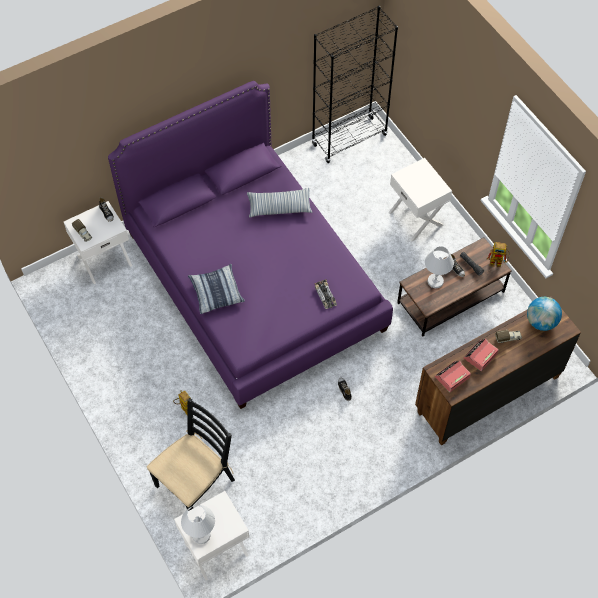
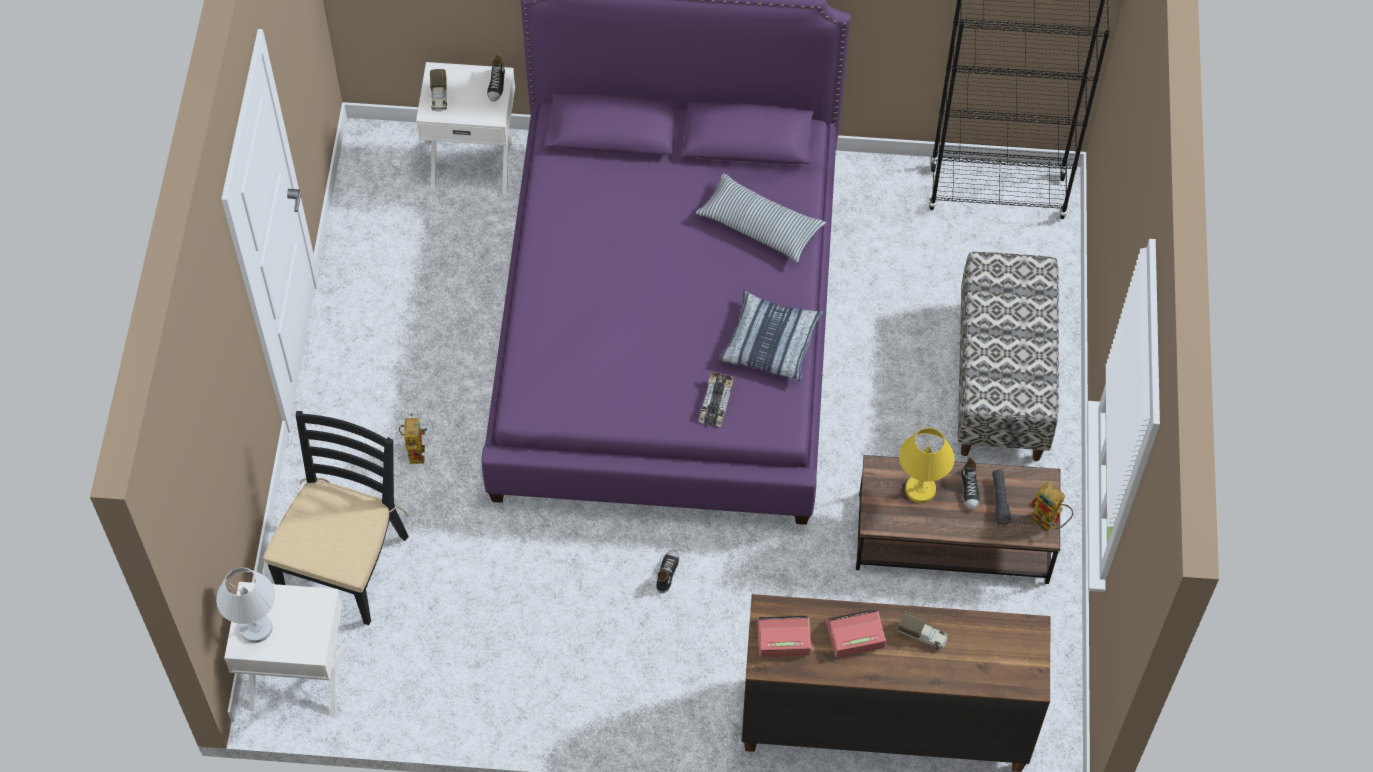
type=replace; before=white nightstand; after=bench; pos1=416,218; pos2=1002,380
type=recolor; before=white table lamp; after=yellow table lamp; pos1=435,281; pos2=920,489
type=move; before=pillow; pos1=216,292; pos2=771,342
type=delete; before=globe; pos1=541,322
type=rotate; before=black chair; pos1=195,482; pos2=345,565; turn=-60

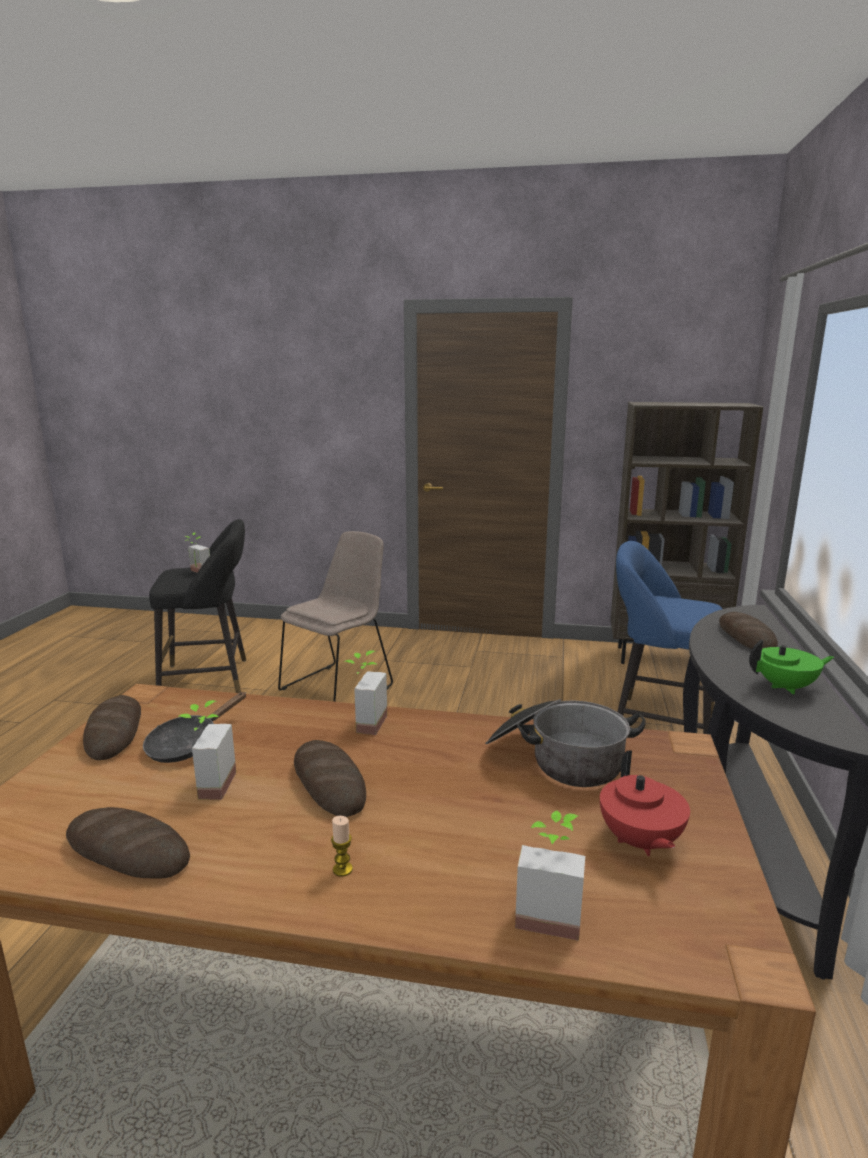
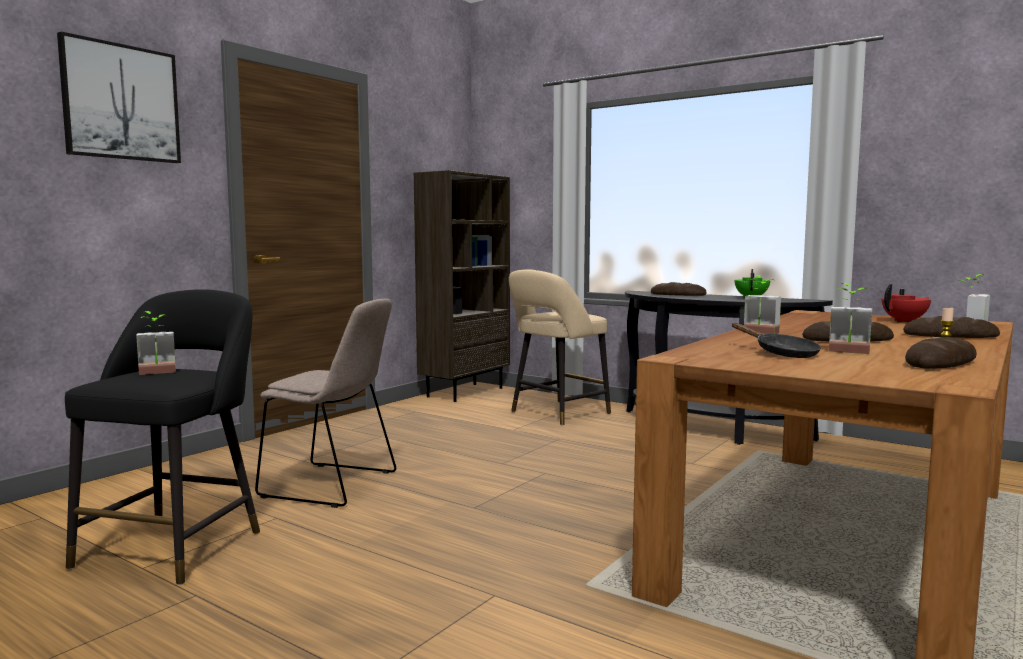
type=rotate; before=beige chair; pos1=339,687; pos2=333,485; turn=135
type=recolor; before=blue stool; after=beige stool; pos1=656,724; pos2=556,413
type=move; before=bread; pos1=114,732; pos2=950,336
type=delete; before=cooking pot; pos1=557,760
type=rotate; before=red teapot; pos1=639,842; pos2=905,321; turn=-45
type=insert; after=picture; pos2=121,102

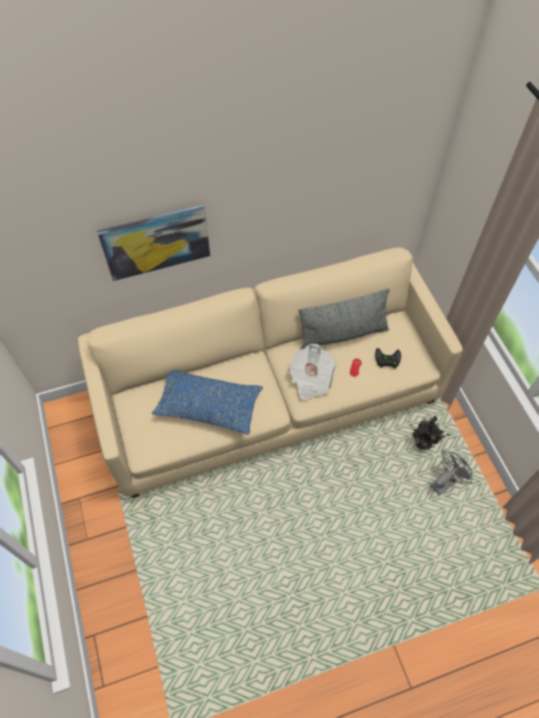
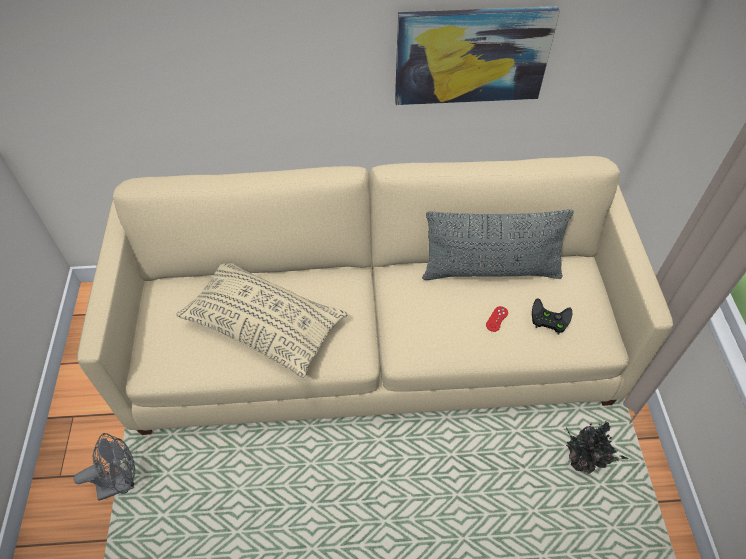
type=move; before=picture; pos1=156,242; pos2=471,55
type=delete; before=newspaper; pos1=311,379
type=recolor; before=blue pillow; after=beige pillow; pos1=208,406; pos2=264,325
type=move; before=grey fan; pos1=445,481; pos2=122,482

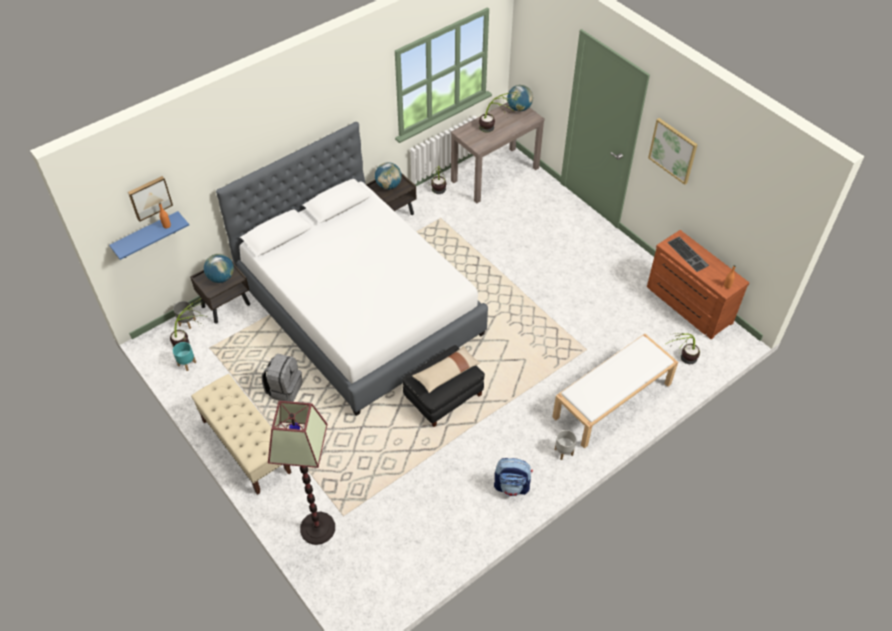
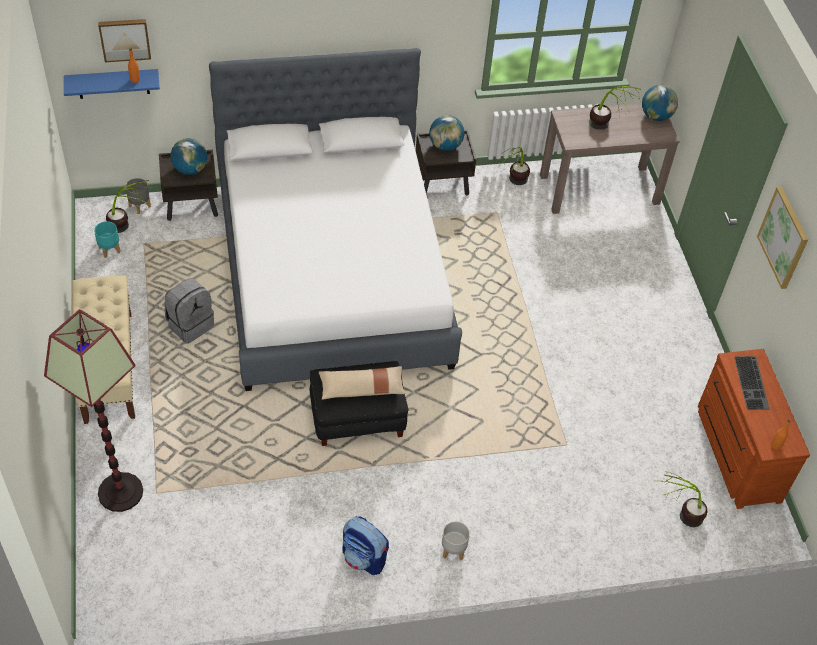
type=delete; before=white bench; pos1=612,401

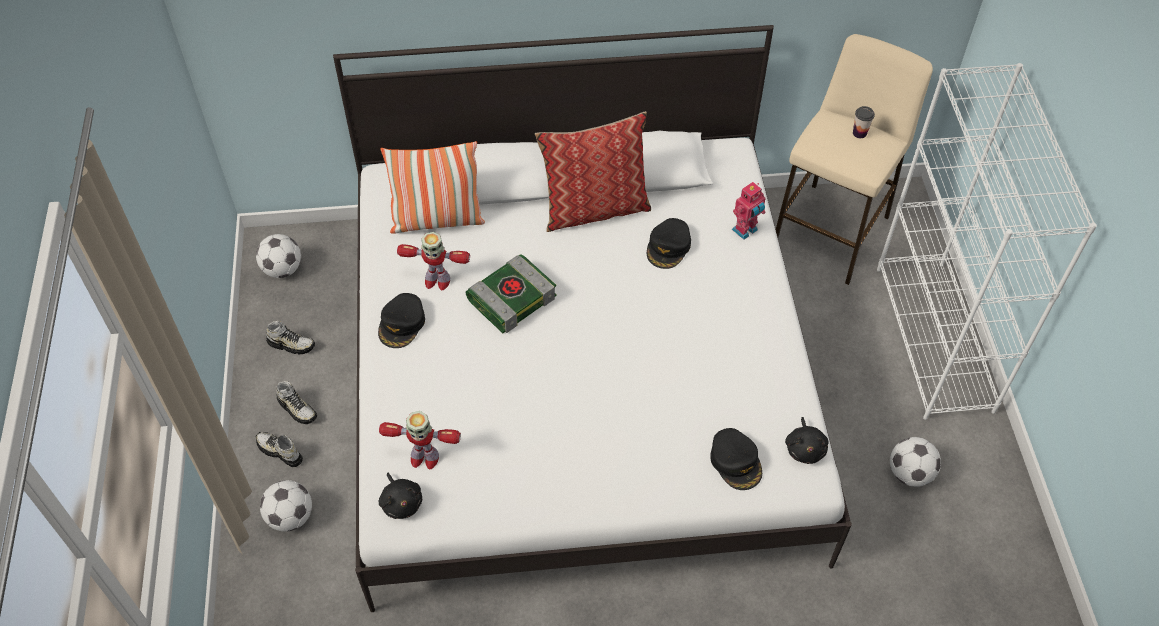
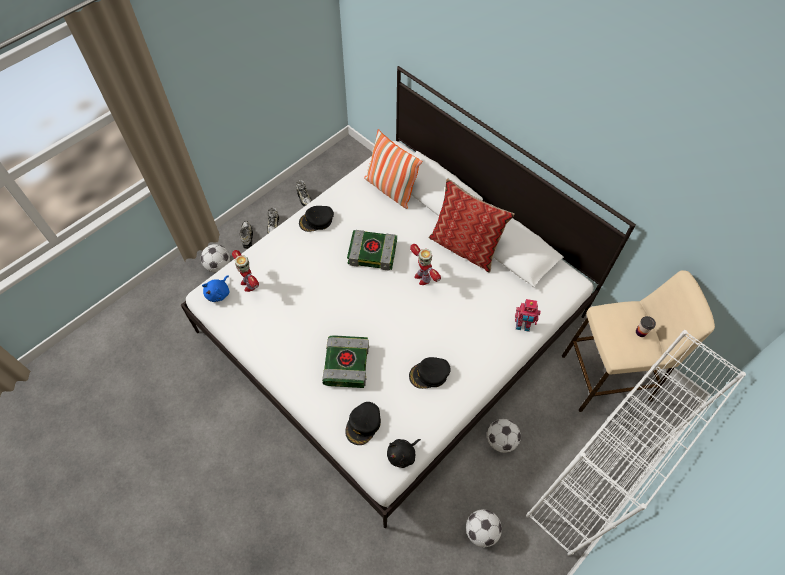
type=move; before=black cap; pos1=668,247; pos2=429,374
type=move; before=toy robot; pos1=436,281; pos2=422,277
type=move; before=football; pos1=282,269; pos2=501,440
type=recolor; before=black plush toy; after=blue plush toy; pos1=401,502; pos2=219,293
type=insert; after=book; pos2=346,363

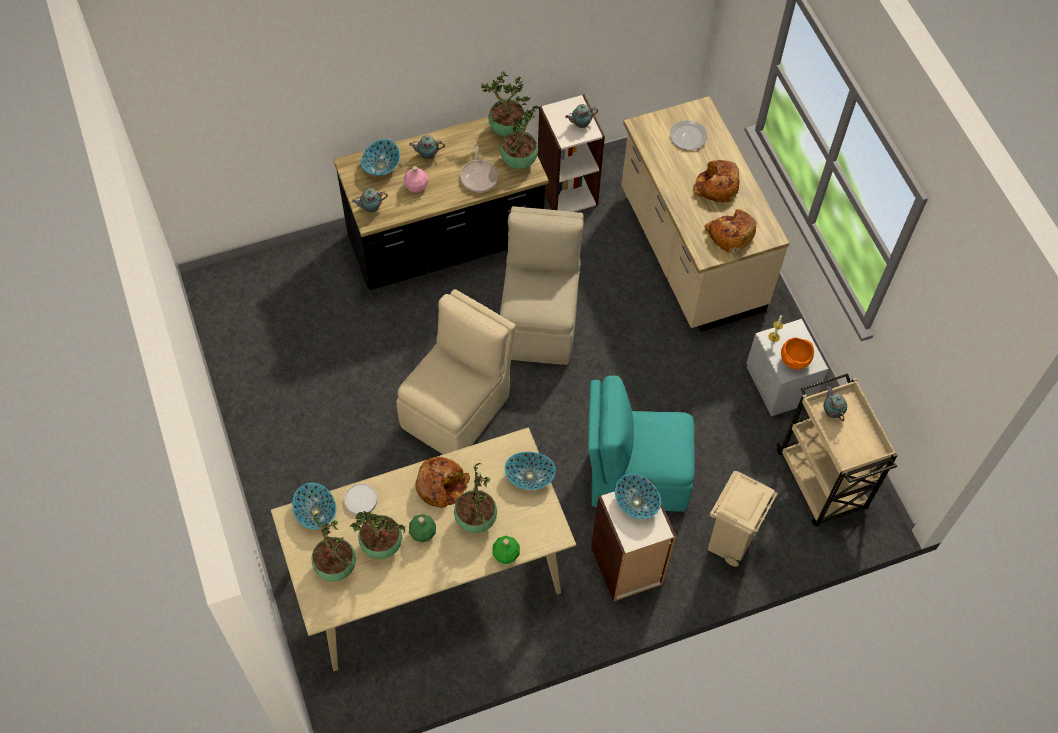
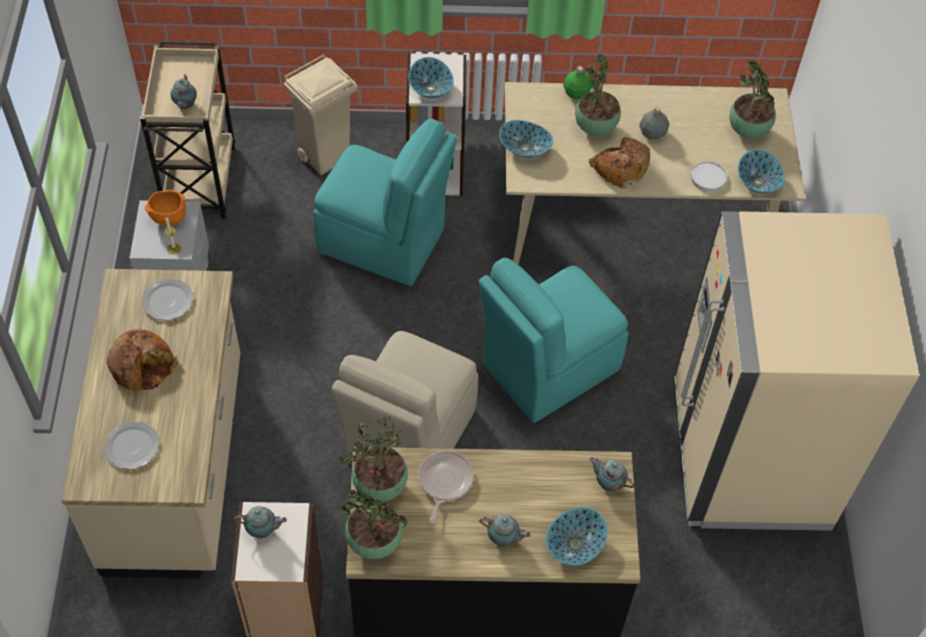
type=delete; before=pink bottle; pos1=416,186
type=rotate; before=teapot; pos1=370,208; pos2=608,483; turn=-150
type=replace; before=bread; after=plate; pos1=730,234; pos2=167,300
type=recolor; before=beige chair; after=turquoise chair; pos1=457,409; pos2=547,368
type=delete; before=potted plant; pos1=383,545
type=recolor; before=green bottle; after=grey bottle; pos1=422,532; pos2=653,133
type=insert; after=beige fridge; pos2=748,455

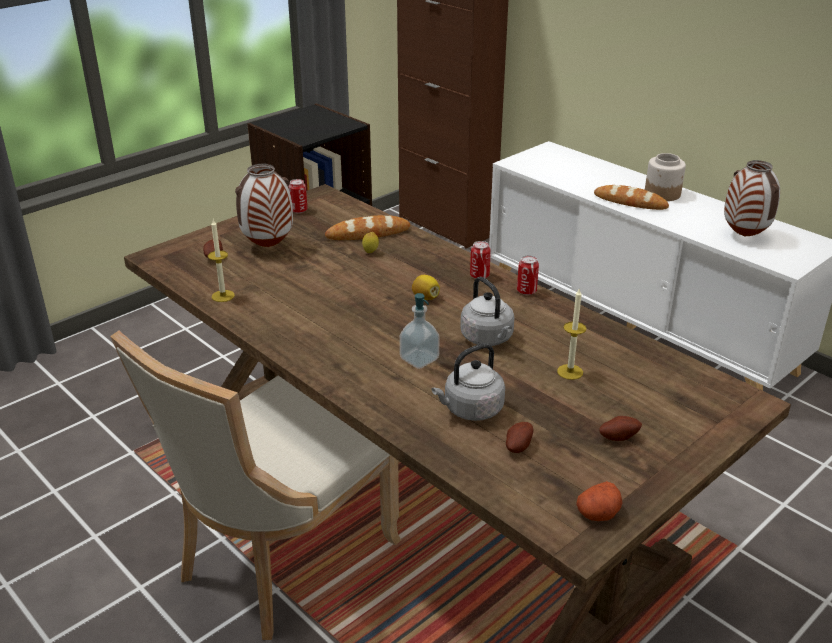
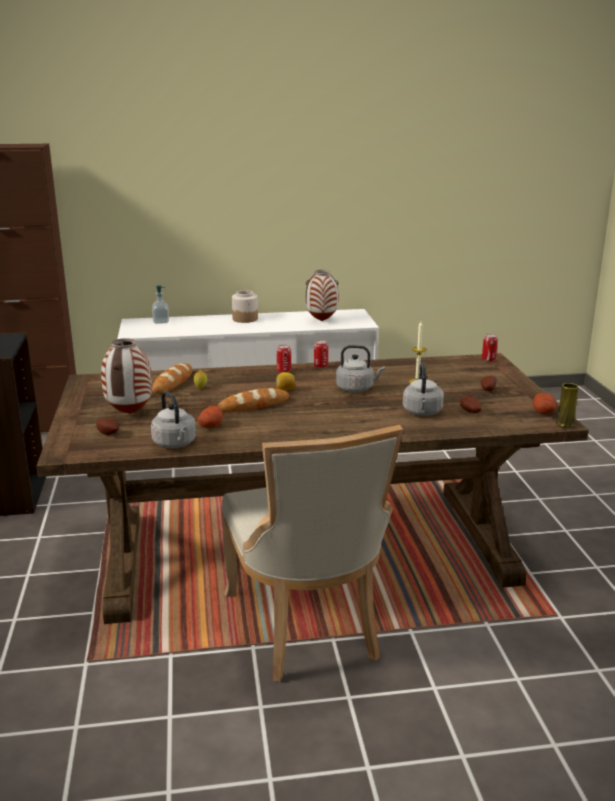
type=move; before=can; pos1=298,210; pos2=488,359
type=move; before=bread; pos1=630,202; pos2=253,405
type=replace; before=candle; after=grey kettle; pos1=223,296; pos2=175,444
type=move; before=soap dispenser; pos1=419,359; pos2=161,322
type=insert; after=yellow vase; pos2=565,424
type=insert; after=potato; pos2=211,426

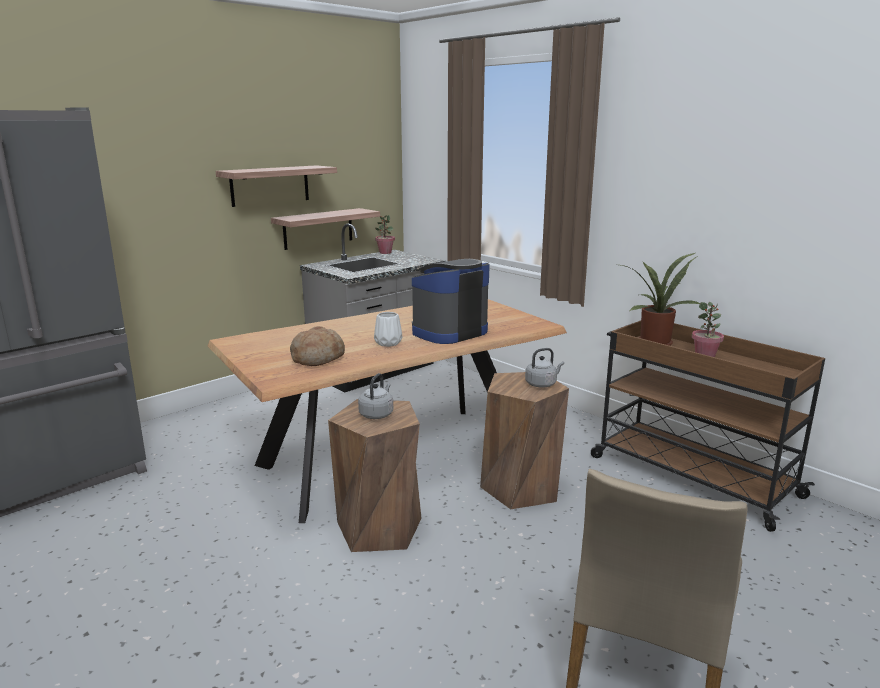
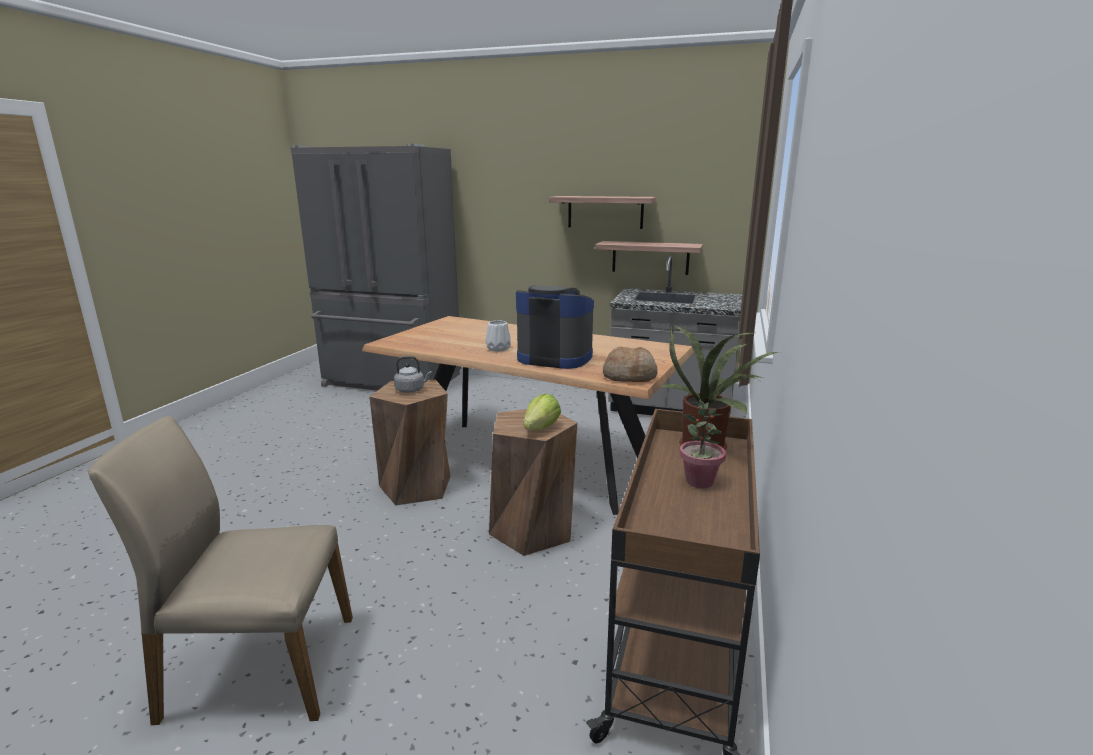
type=delete; before=potted plant; pos1=385,252
type=move; before=bread; pos1=317,358; pos2=630,376
type=replace; before=grey kettle; after=lettuce; pos1=542,384; pos2=541,428

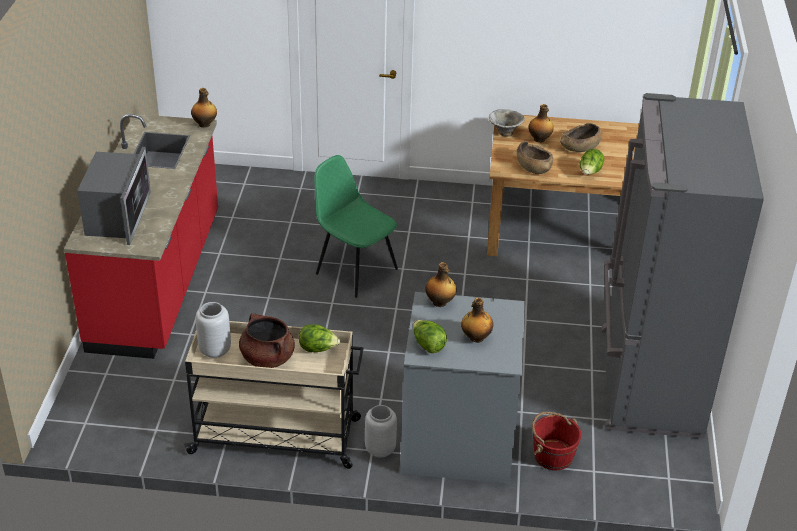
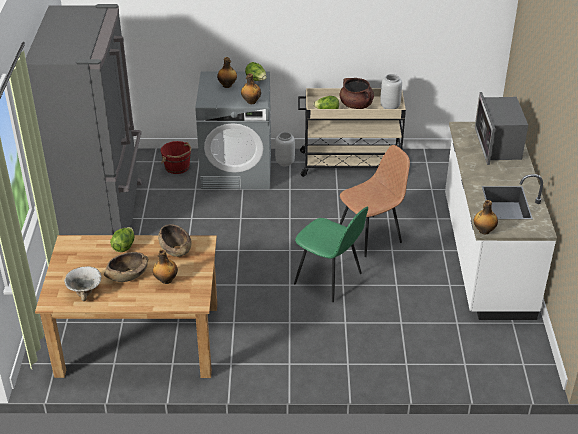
type=move; before=bowl; pos1=504,133; pos2=85,292
type=recolor; before=red counter; after=white counter; pos1=158,281; pos2=485,256
type=insert; after=brown chair; pos2=371,235

